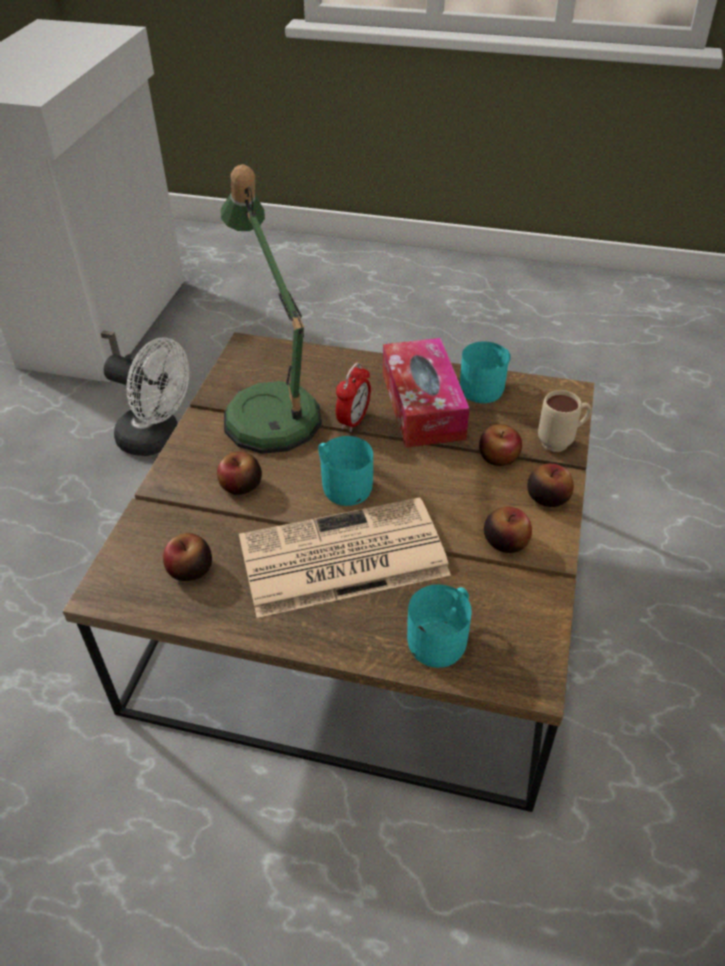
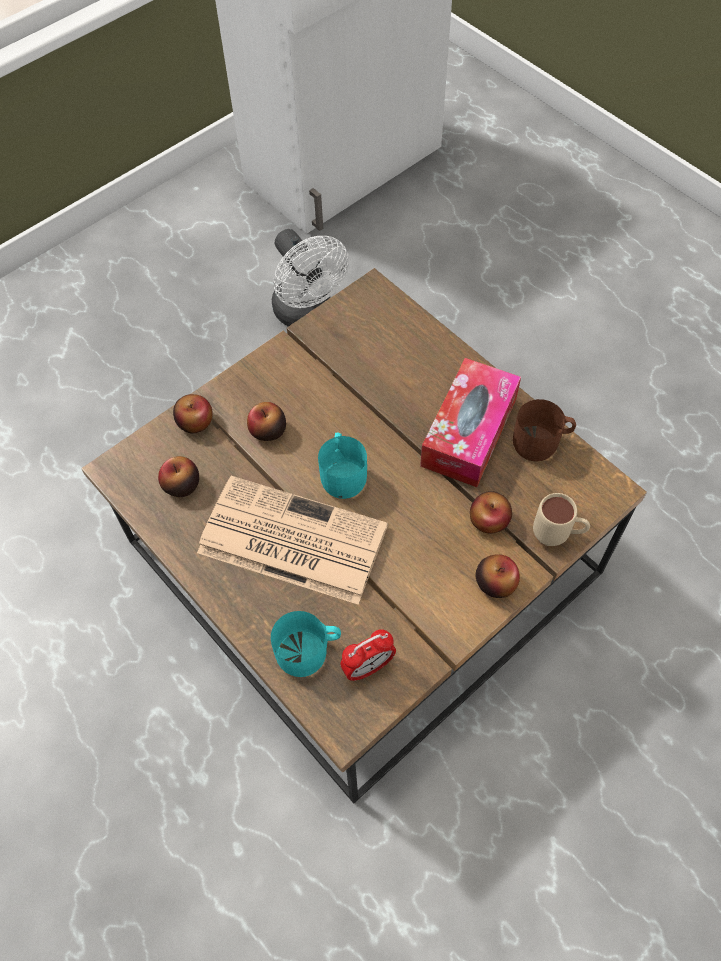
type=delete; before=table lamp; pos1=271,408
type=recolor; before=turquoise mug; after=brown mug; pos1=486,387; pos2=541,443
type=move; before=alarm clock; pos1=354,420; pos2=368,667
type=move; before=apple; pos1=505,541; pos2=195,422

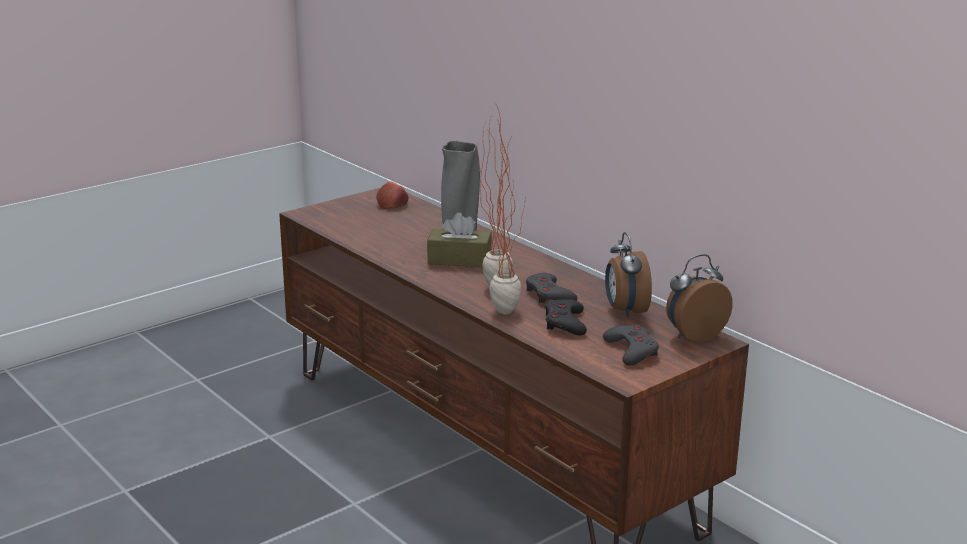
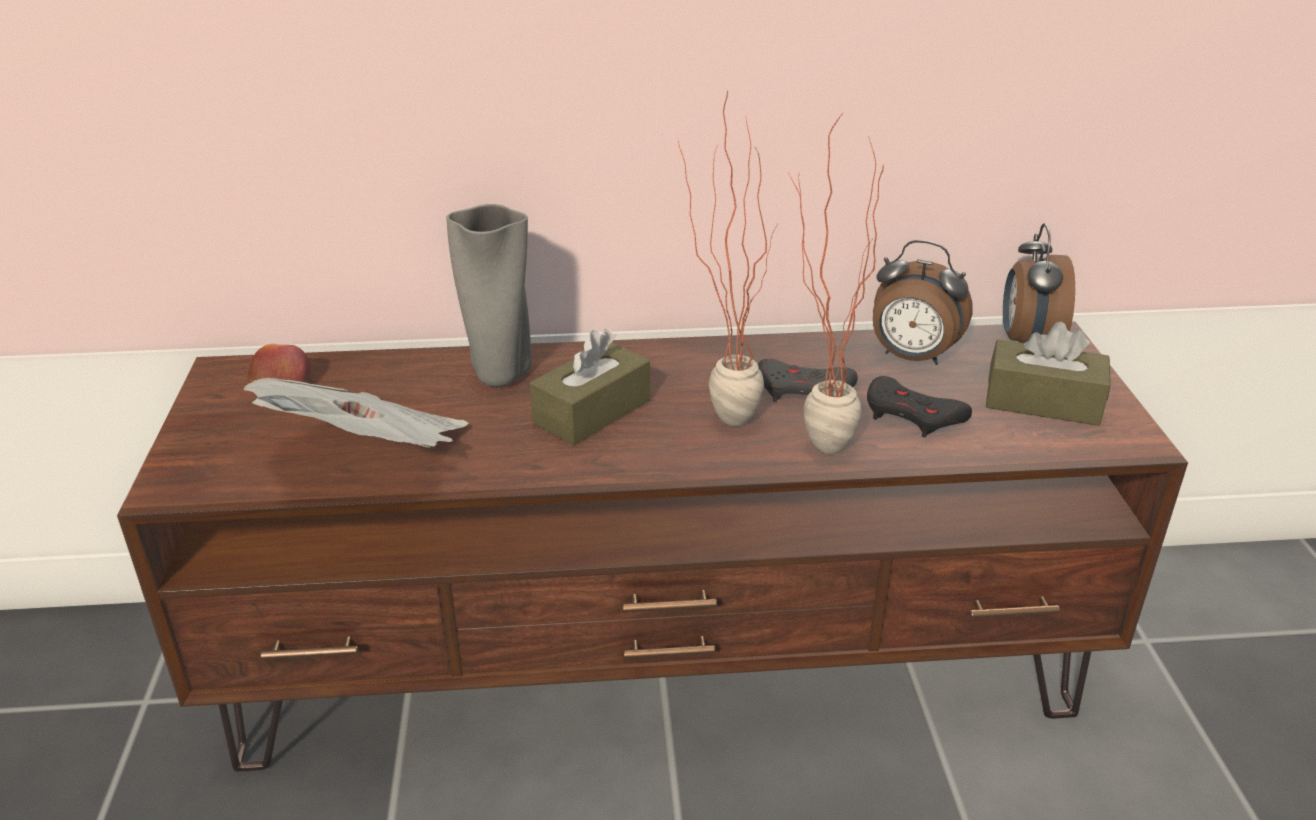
type=replace; before=grey game controller; after=brown tissue box; pos1=631,350; pos2=1042,402
type=insert; after=newspaper; pos2=372,457

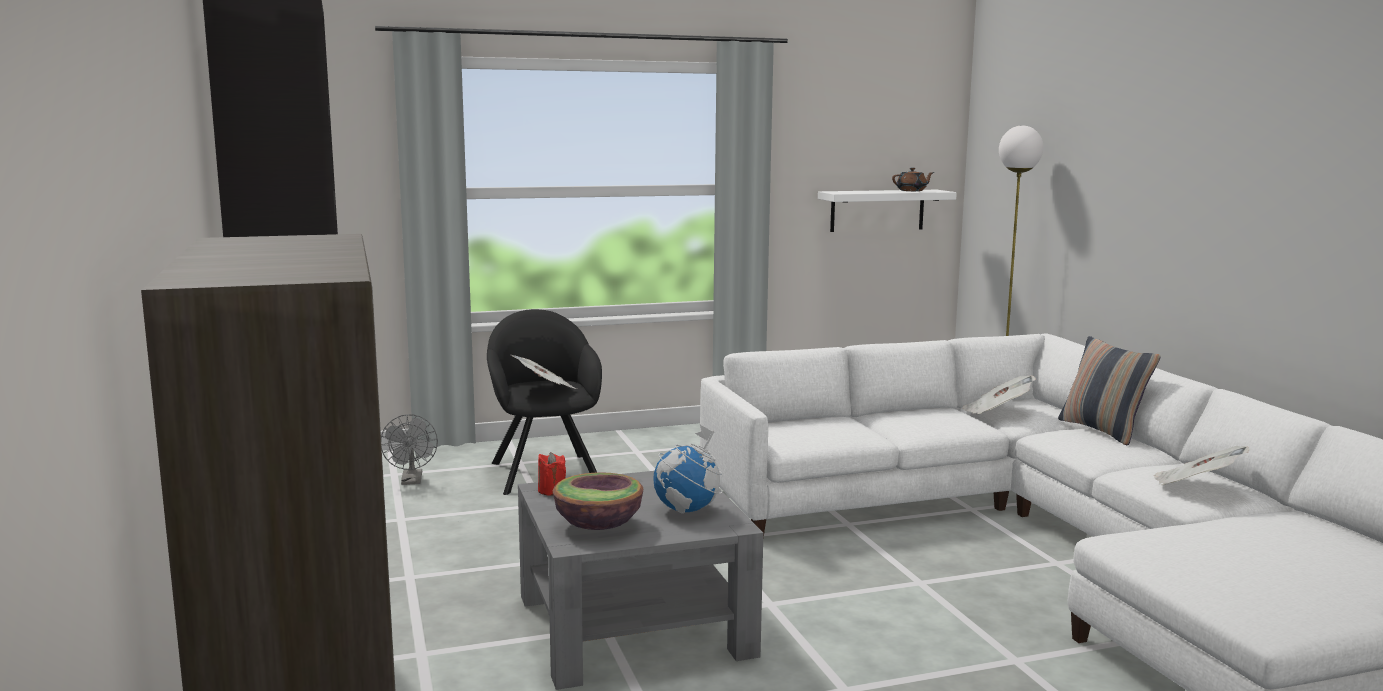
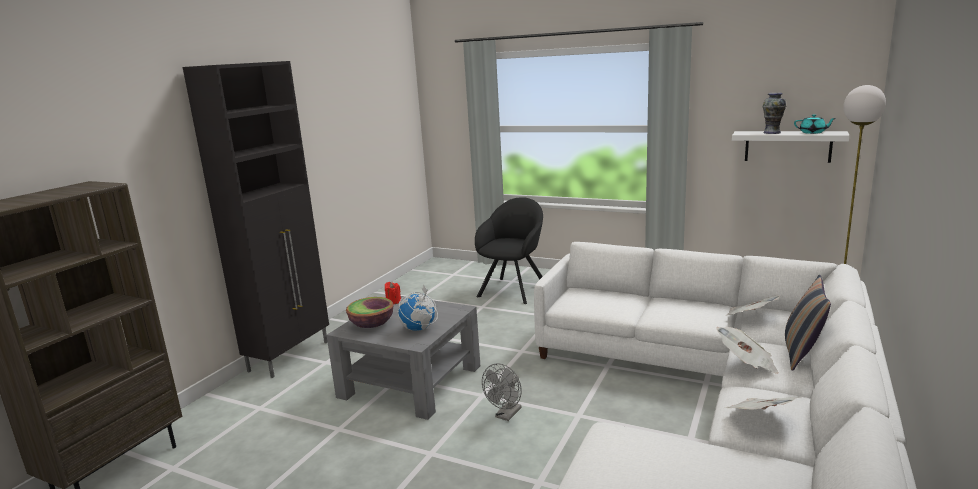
type=recolor; before=brown teapot; after=turquoise teapot; pos1=912,191; pos2=813,132
type=move; before=newspaper; pos1=544,389; pos2=747,364
type=move; before=grey fan; pos1=412,481; pos2=506,415
type=insert; after=vase; pos2=772,132

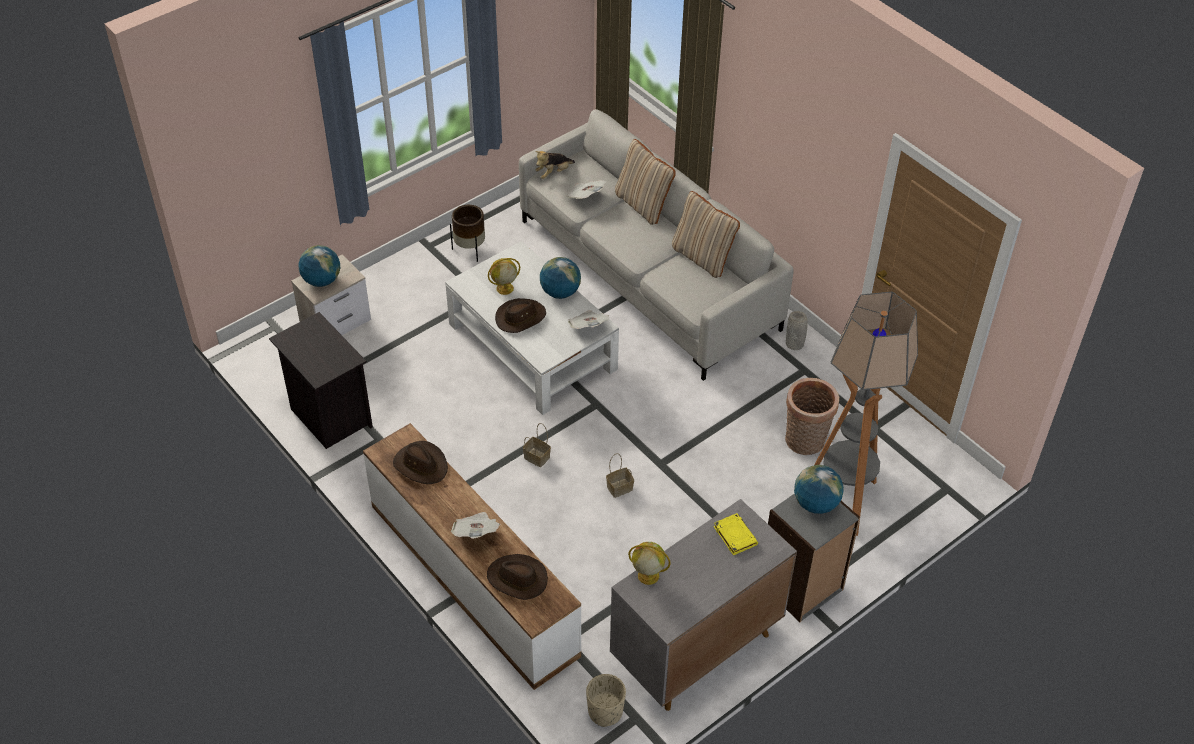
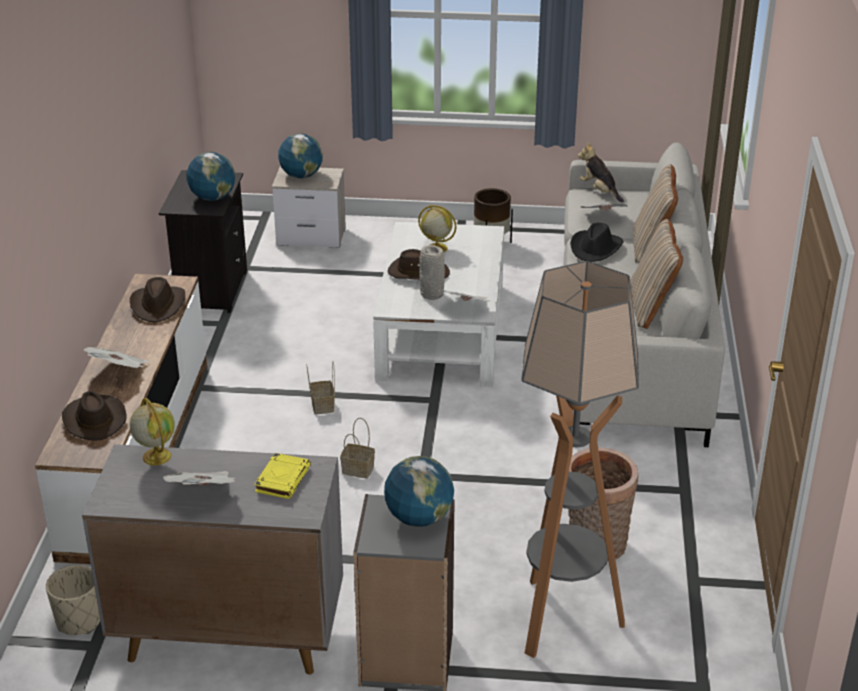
type=rotate; before=plush toy; pos1=553,173; pos2=599,191; turn=45
type=move; before=globe; pos1=560,292; pos2=212,198
type=move; before=grey vase; pos1=795,344; pos2=432,294
type=insert; after=black hat; pos2=596,248
type=insert; after=newspaper; pos2=204,493

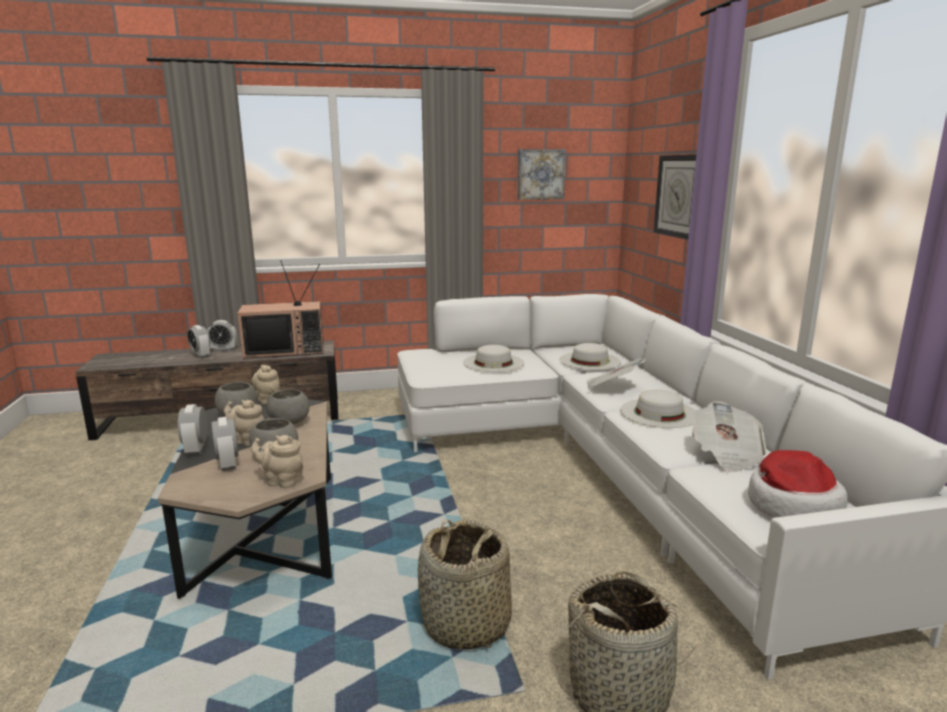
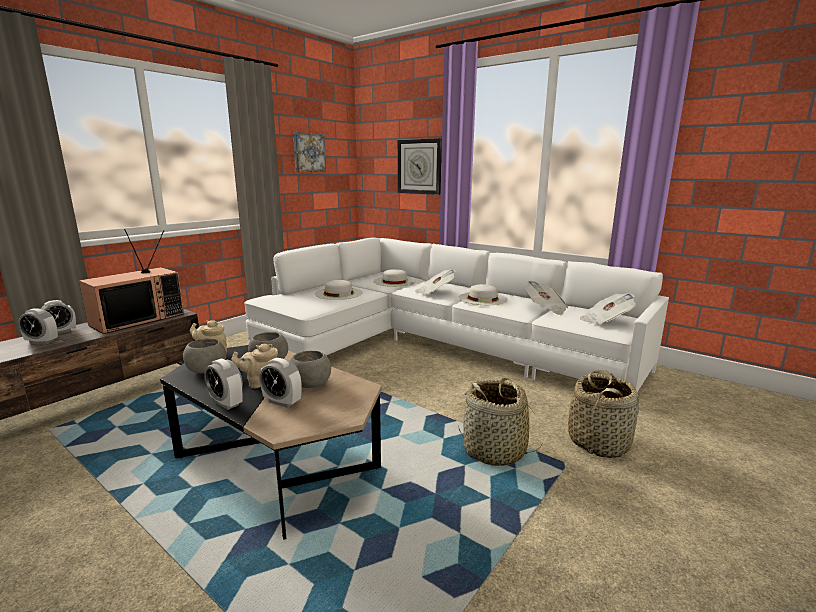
type=delete; before=beige teapot; pos1=281,481
type=replace; before=hat; after=newspaper; pos1=791,505; pos2=605,321

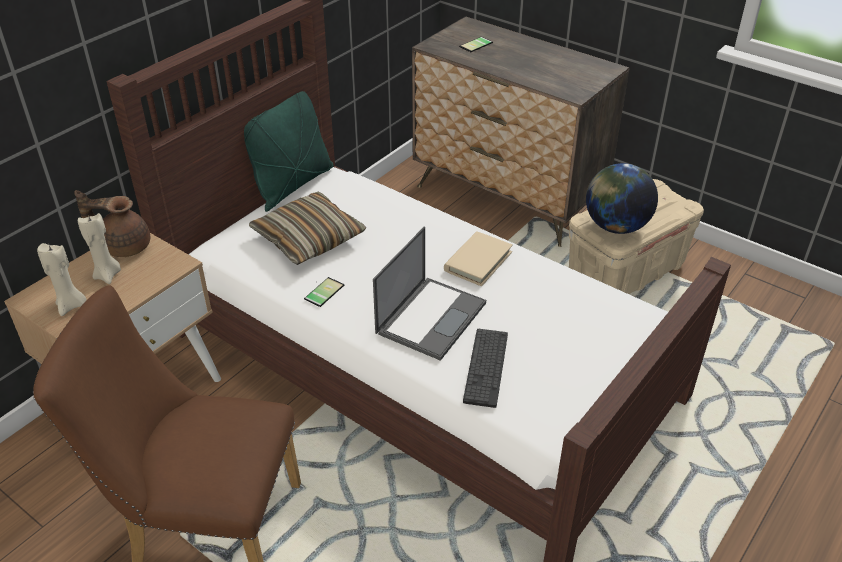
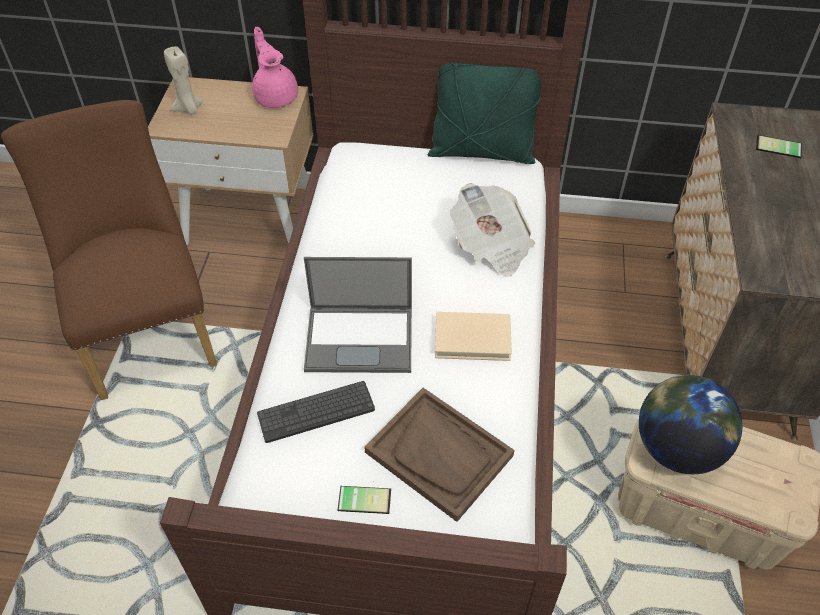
type=recolor; before=brown teapot; after=pink teapot; pos1=124,246; pos2=276,96
type=delete; before=pillow; pos1=309,238
type=delete; before=beige candle; pos1=108,275
type=move; before=phone; pos1=322,291; pos2=364,497
type=insert; after=newspaper; pos2=491,246
type=insert; after=brown tray; pos2=439,454

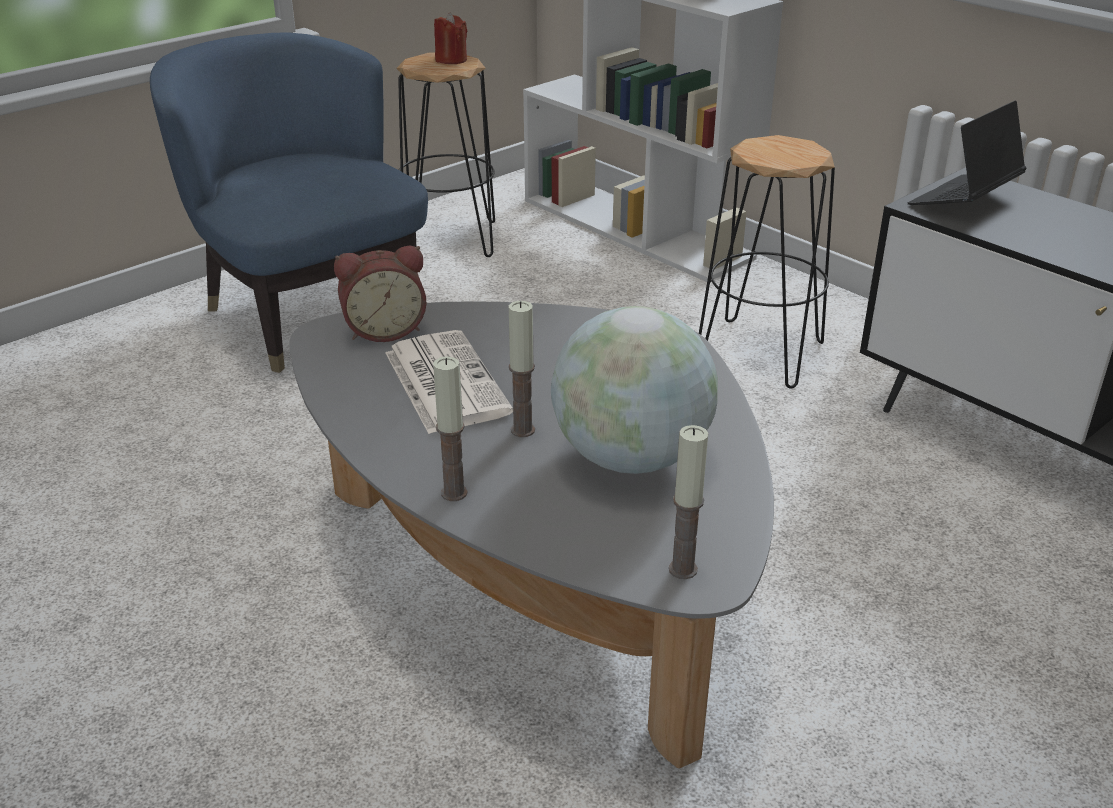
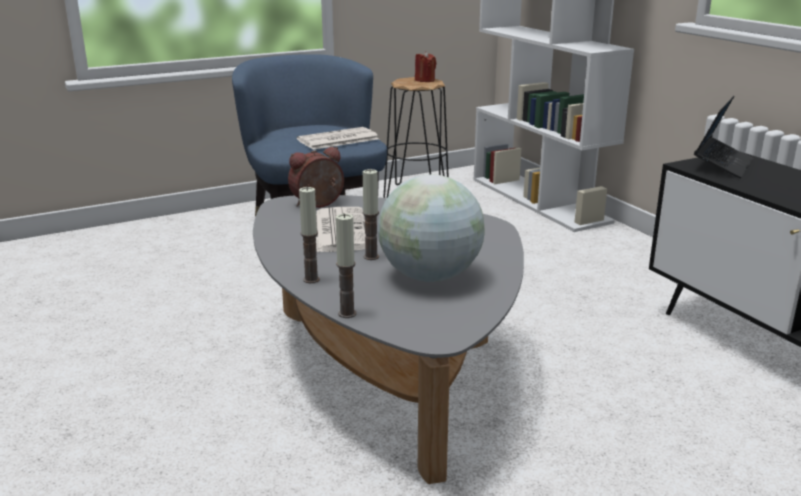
type=rotate; before=laptop; pos1=964,199; pos2=722,165; turn=150
type=delete; before=black stool; pos1=760,353
type=rotate; before=alarm clock; pos1=384,330; pos2=318,205; turn=150
type=move; before=candle; pos1=683,569; pos2=347,314
type=insert; after=newspaper; pos2=337,140

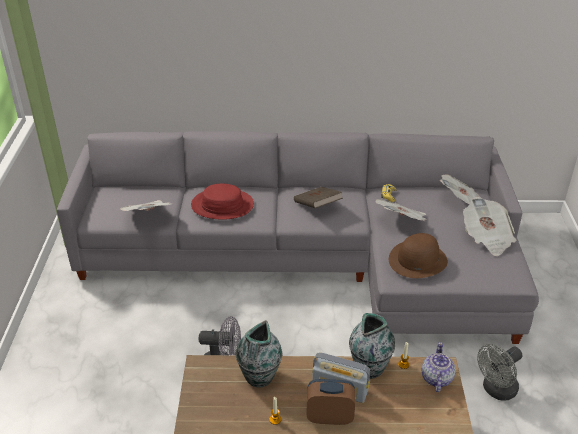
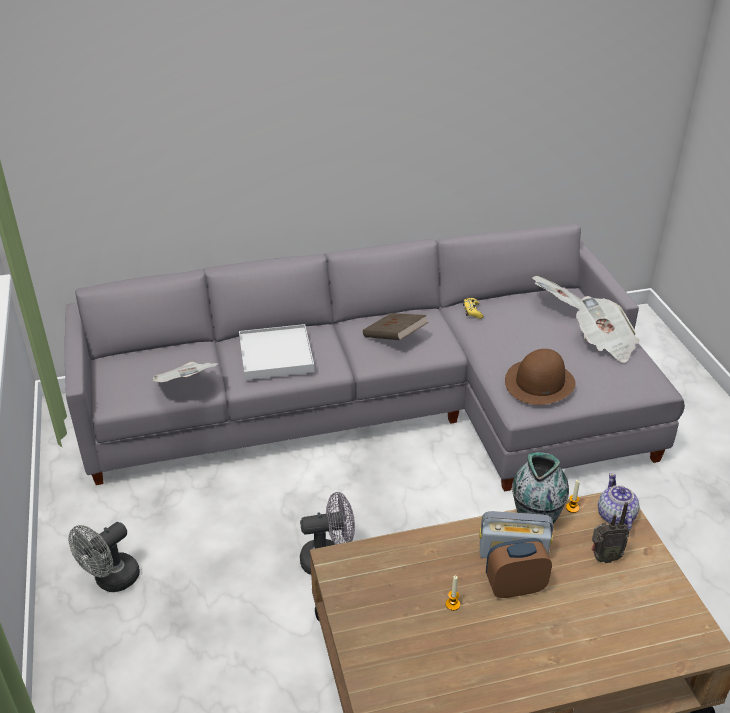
type=replace; before=red hat; after=white tray; pos1=222,205; pos2=276,355
type=delete; before=newspaper; pos1=402,221
type=delete; before=vase; pos1=259,377
type=move; before=grey fan; pos1=496,390; pos2=111,580
type=insert; after=radio; pos2=603,557

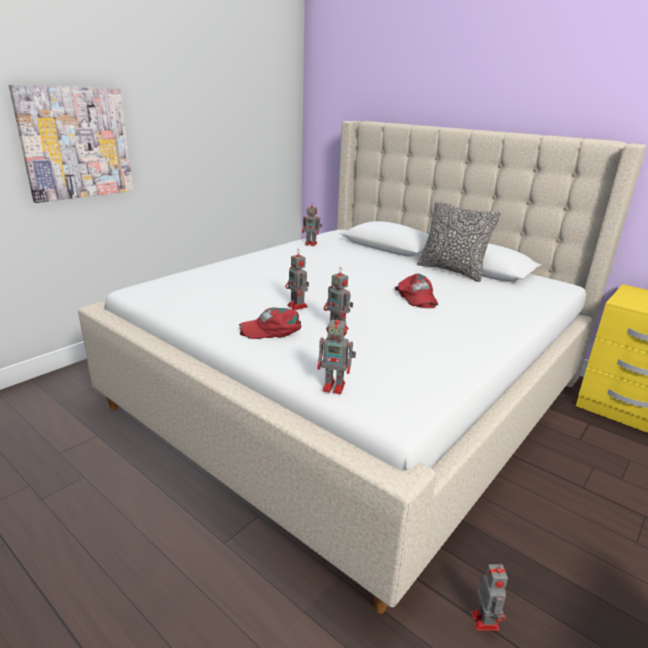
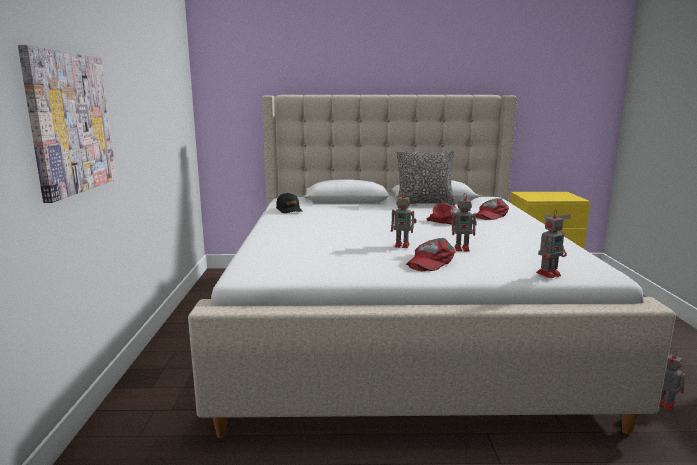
type=replace; before=toy robot; after=black cap; pos1=311,244; pos2=289,210
type=insert; after=red cap; pos2=490,215

